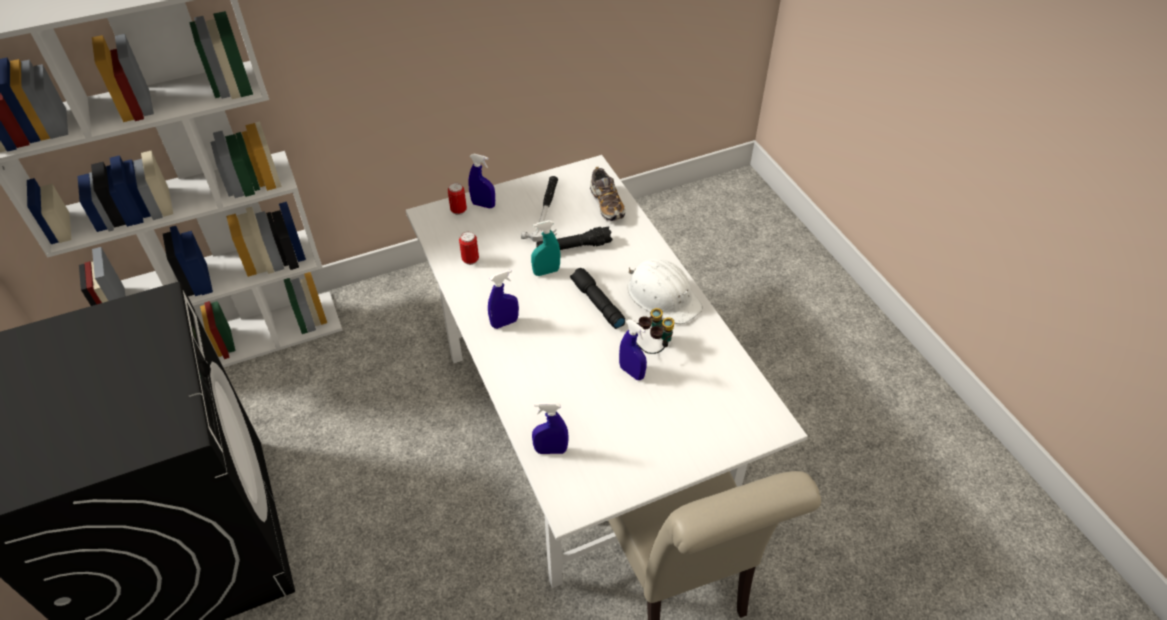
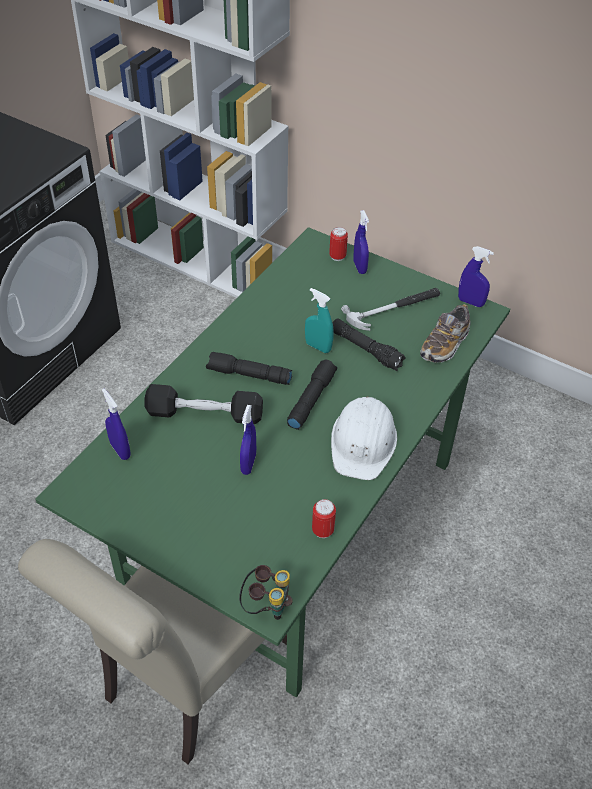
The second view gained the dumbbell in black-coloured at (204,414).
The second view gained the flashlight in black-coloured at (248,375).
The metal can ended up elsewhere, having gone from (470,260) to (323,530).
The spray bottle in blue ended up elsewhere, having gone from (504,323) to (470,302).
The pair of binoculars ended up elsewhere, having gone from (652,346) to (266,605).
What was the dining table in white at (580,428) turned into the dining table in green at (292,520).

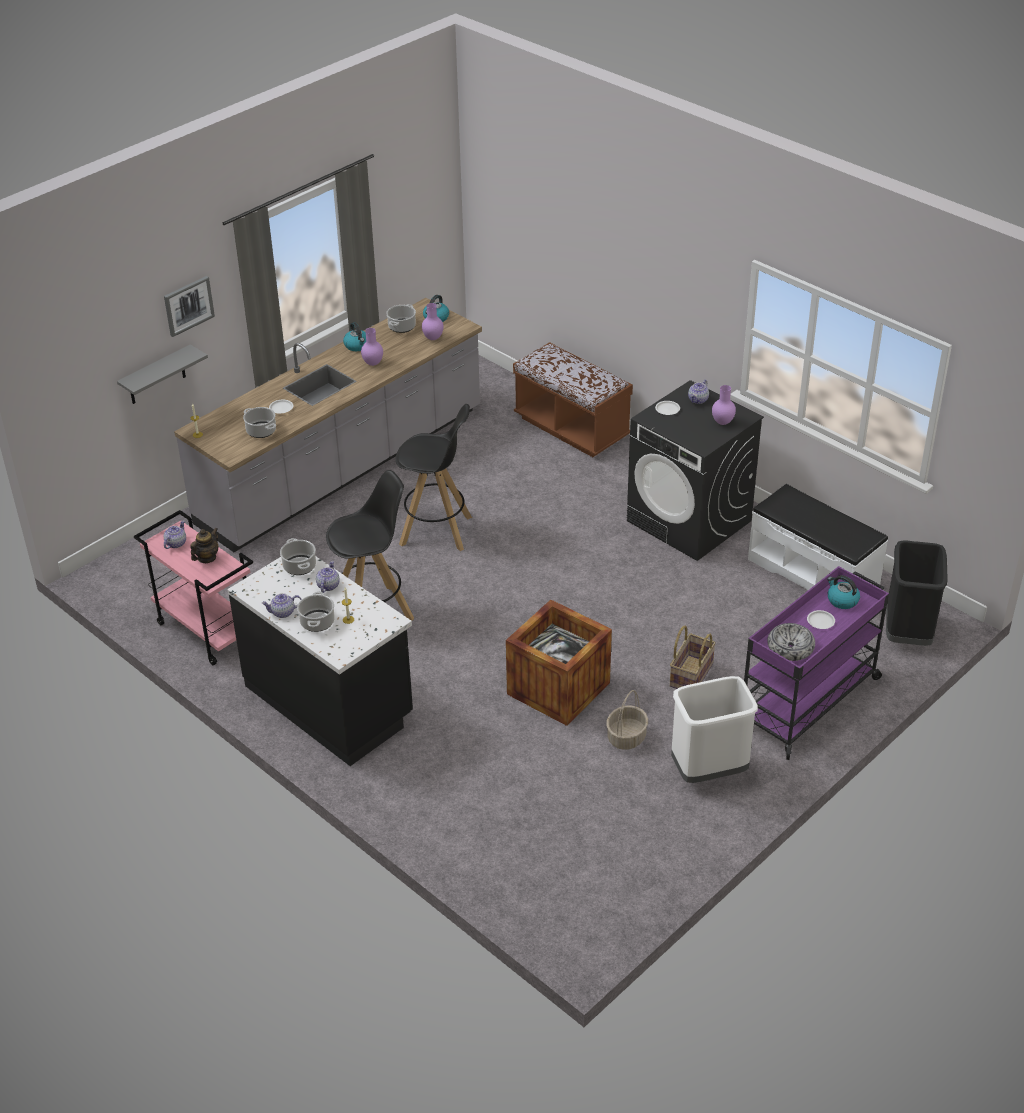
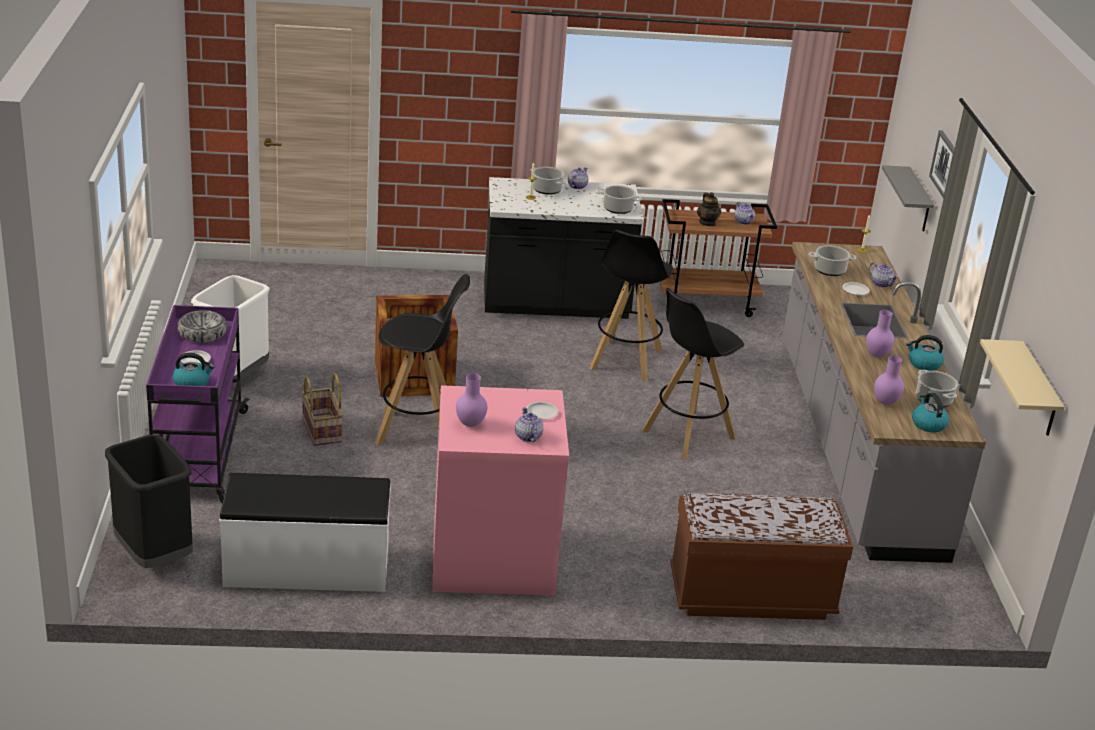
The second view lost the household basket at (626,738).
The second view gained the stool in black-coloured at (418,431).
The second view gained the shelf in beige at (1038,391).
The teapot ended up elsewhere, having gone from (328,585) to (881,284).
What was the trolley in pink at (206,630) turned into the trolley in brown at (707,302).
What was the washing machine in black-coloured at (689,521) turned into the washing machine in pink at (491,558).

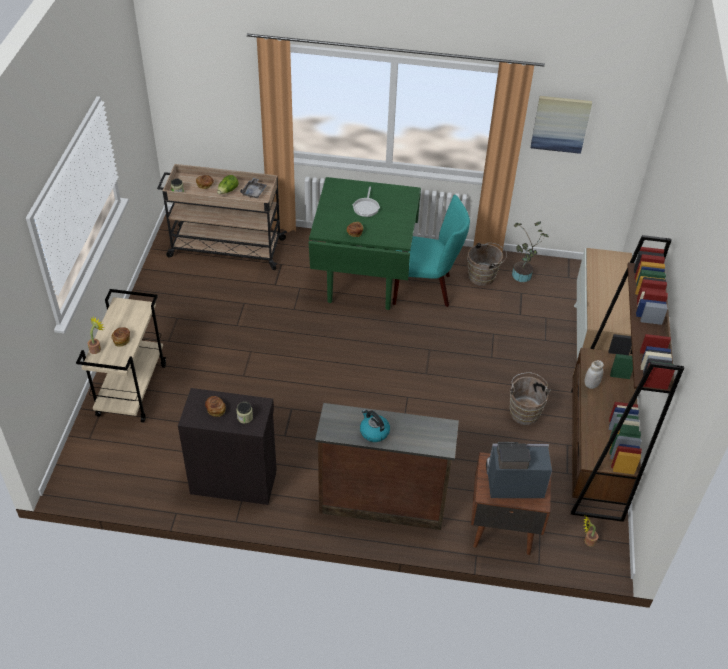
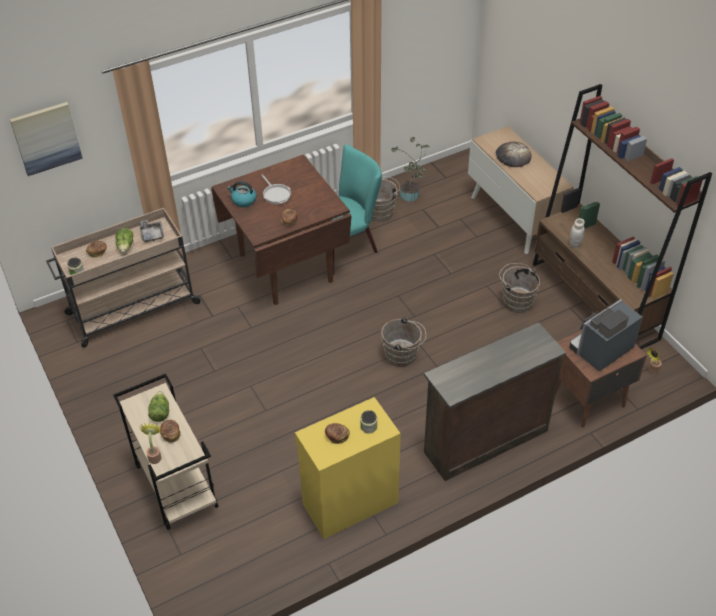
The second view gained the head of lettuce at (159,412).
The second view gained the bucket in brown at (403,356).
The second view gained the bakery bread at (513,156).
The water kettle ended up elsewhere, having gone from (374,432) to (243,200).
The picture ended up elsewhere, having gone from (560,124) to (46,138).
What was the storage cabinet in black-coloured at (233,480) turned into the storage cabinet in yellow-coloured at (349,502).
What was the dining table in green at (363,279) turned into the dining table in brown at (285,268).

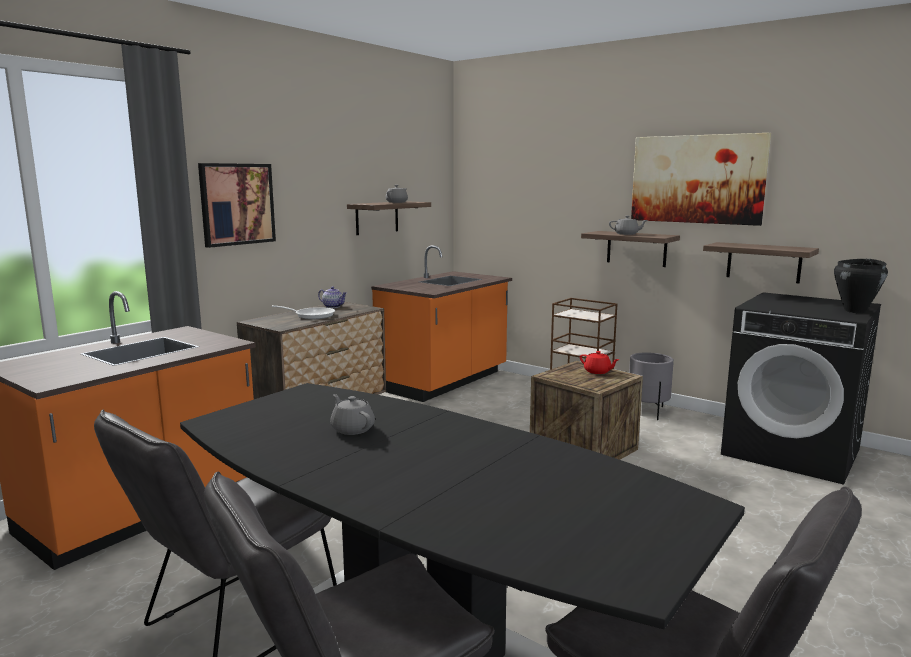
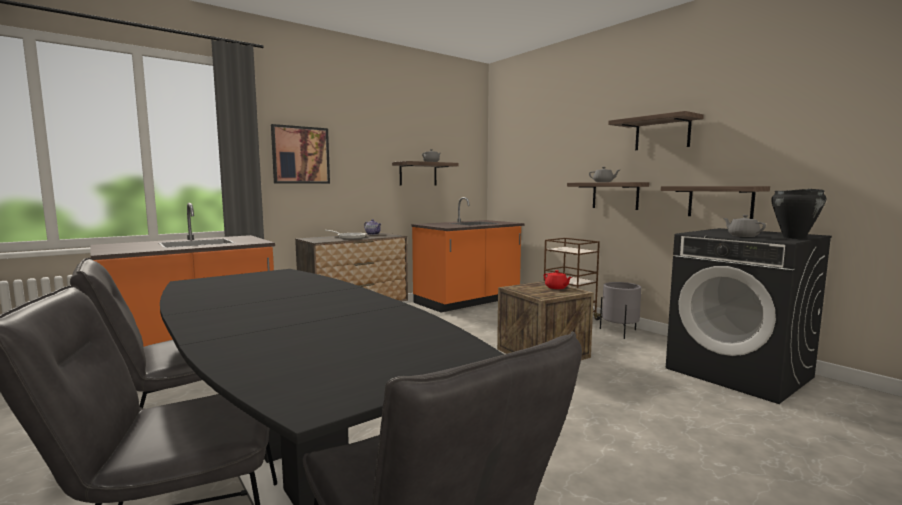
The teapot in gray ended up elsewhere, having gone from (352,429) to (742,236).
Where the picture hung at (697,179), the shelf came to hang at (662,133).

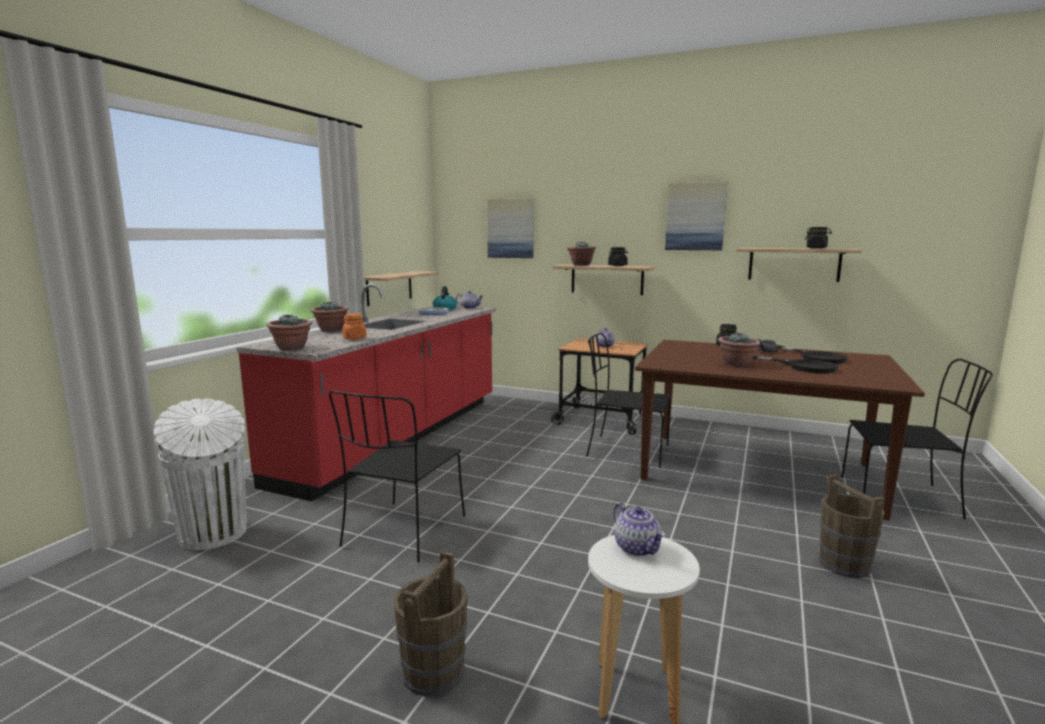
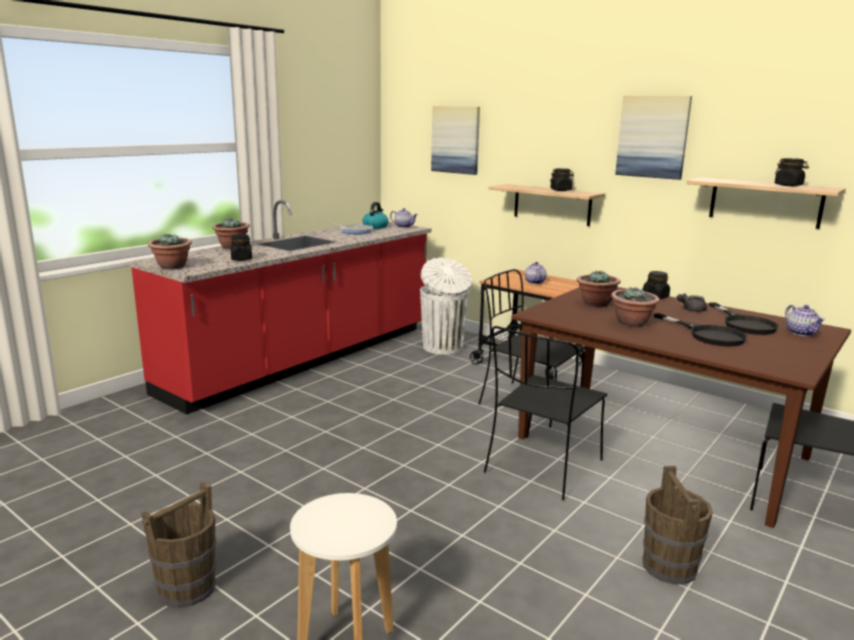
The second view lost the shelf at (389,288).
The rubbish bin in white ended up elsewhere, having gone from (213,535) to (443,348).
The upright chair in black-coloured ended up elsewhere, having gone from (403,532) to (542,468).
The houseplant ended up elsewhere, having gone from (581,265) to (595,304).
The teapot ended up elsewhere, having gone from (637,548) to (801,333).
What was the jar in orange-coloured at (354,338) turned into the jar in black-coloured at (241,259).

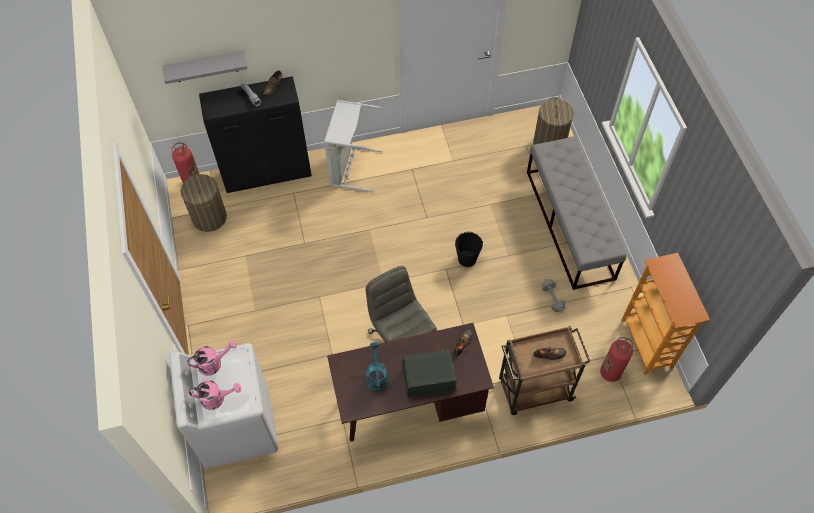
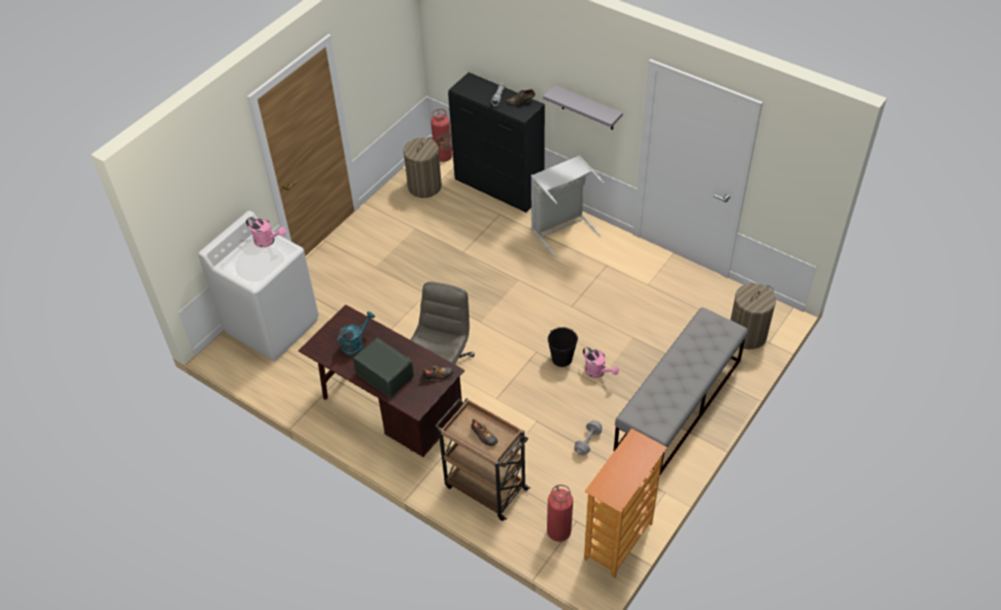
The shelf in gray ended up elsewhere, having gone from (205,67) to (587,108).
The watering can in pink ended up elsewhere, having gone from (217,399) to (598,372).

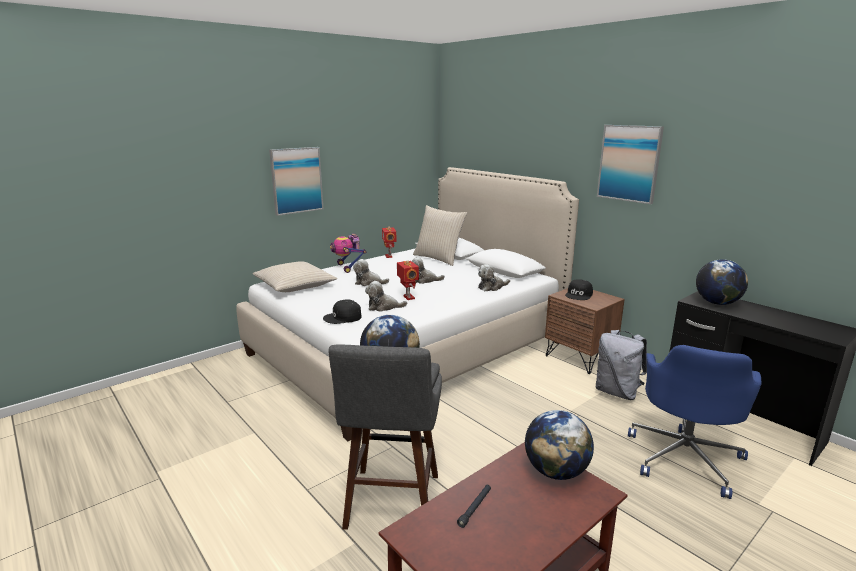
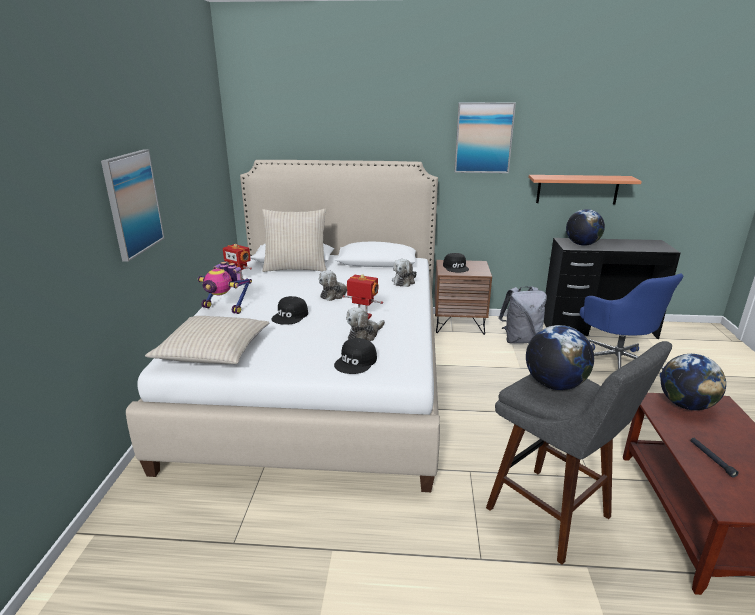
The second view gained the shelf at (577,189).
Where the cuddly toy stood at (369,283), the baseball cap in black-coloured came to stand at (290,316).

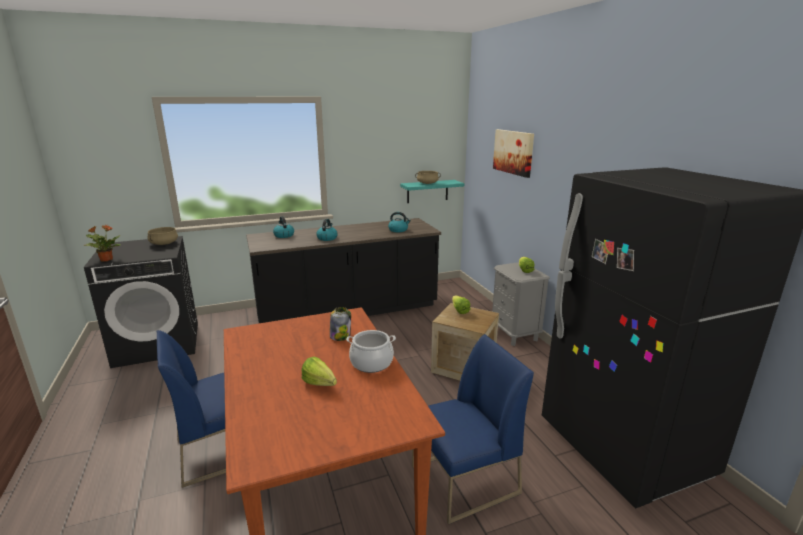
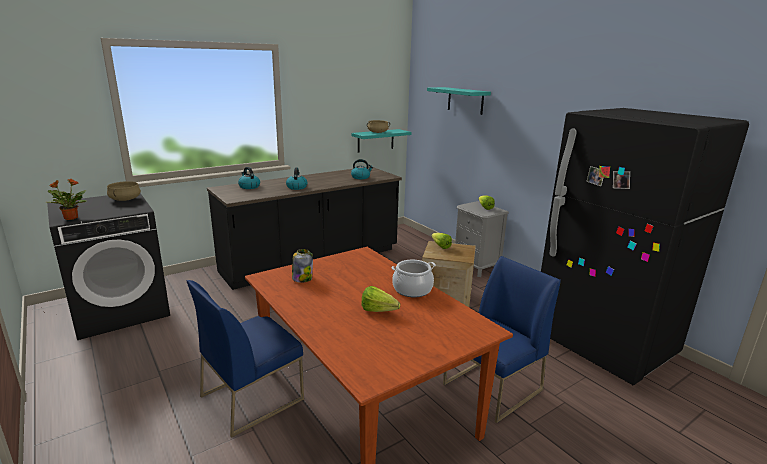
The jar ended up elsewhere, having gone from (340,336) to (302,278).
Where the picture hung at (513,152), the shelf in blue-green came to hang at (465,100).

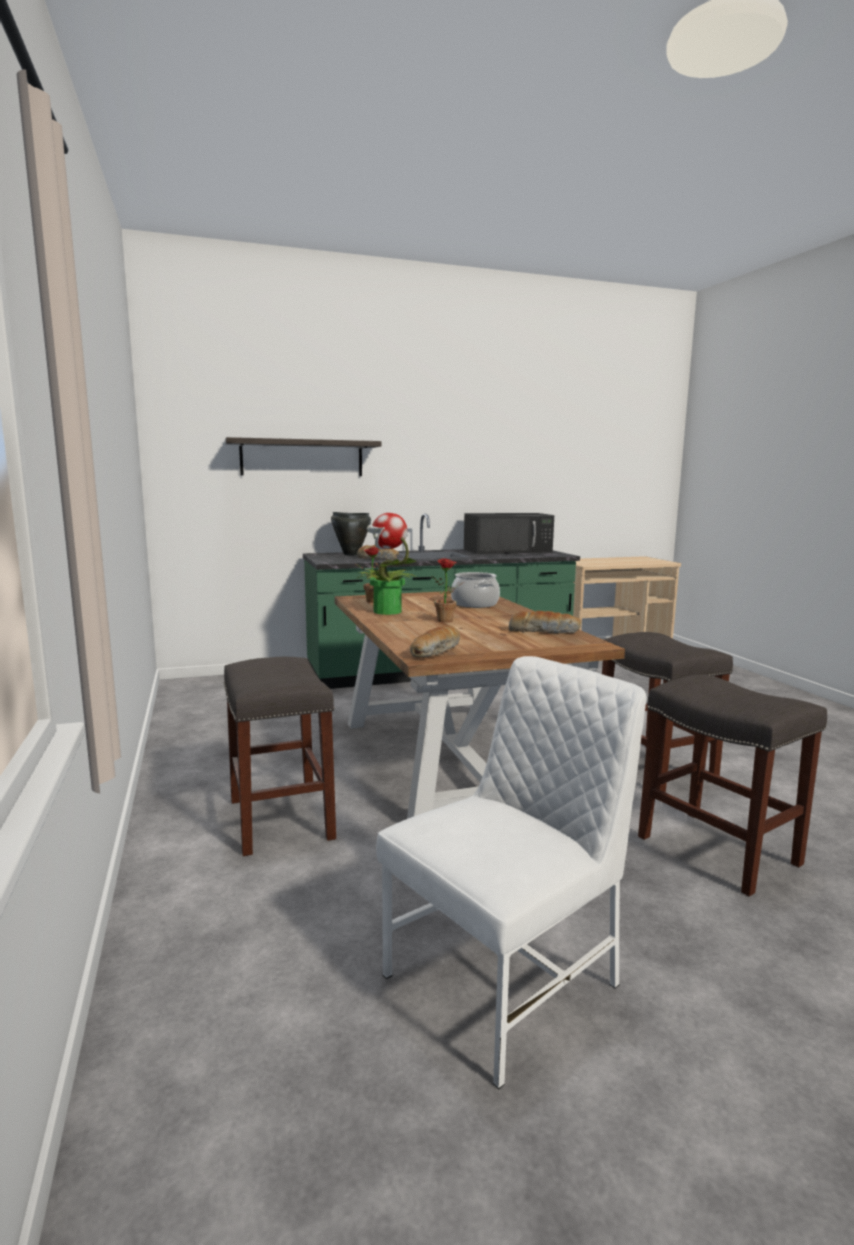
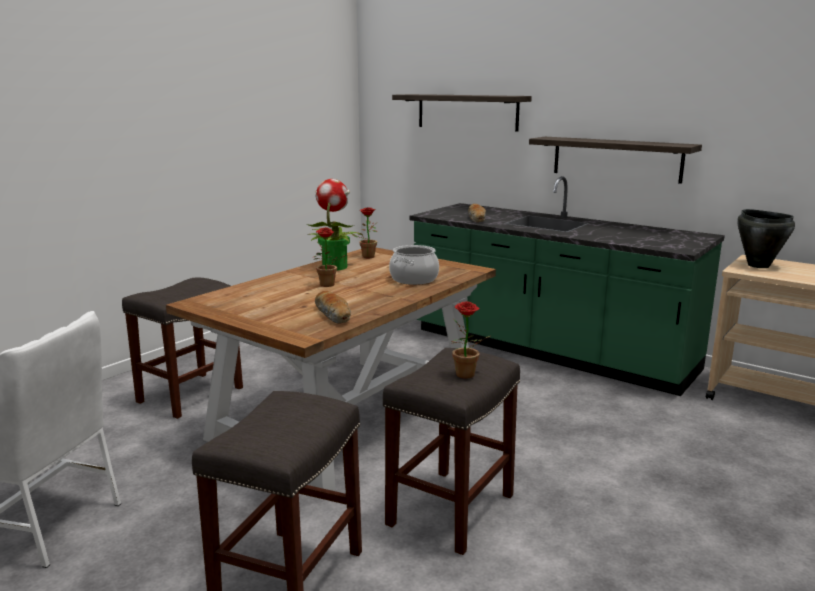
The second view lost the bakery bread at (436,651).
The second view lost the kitchen microwave in black-coloured at (508,550).
The second view gained the houseplant at (466,376).
The second view gained the shelf at (616,159).
The saucepot in black-coloured ended up elsewhere, having gone from (351,554) to (758,265).

